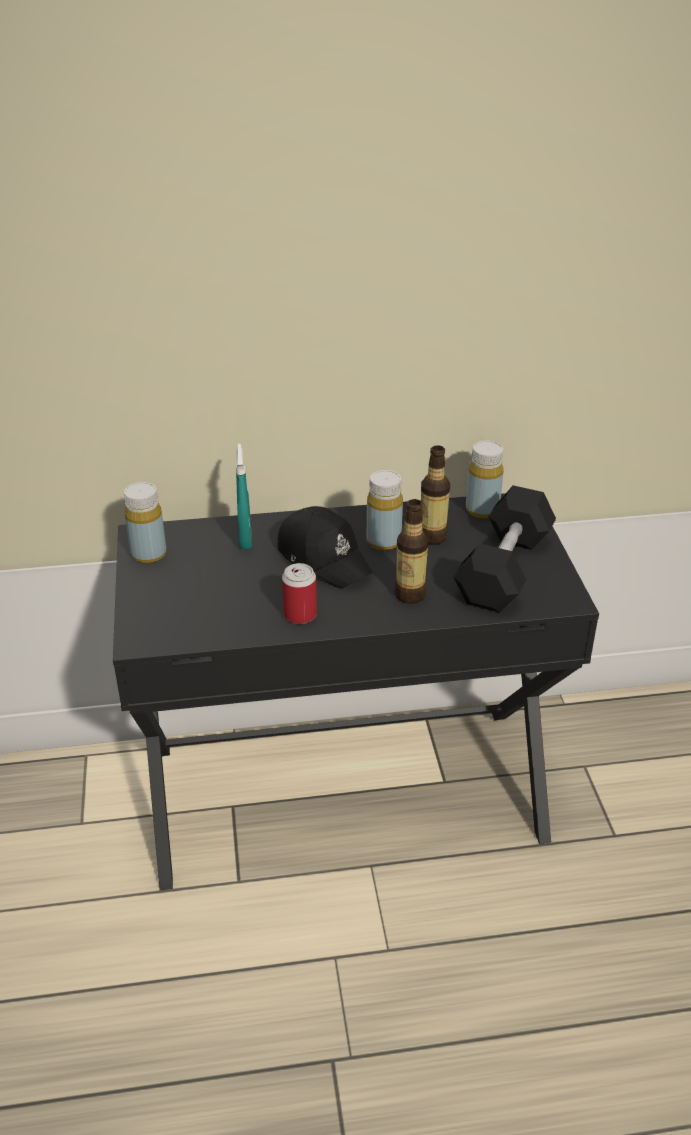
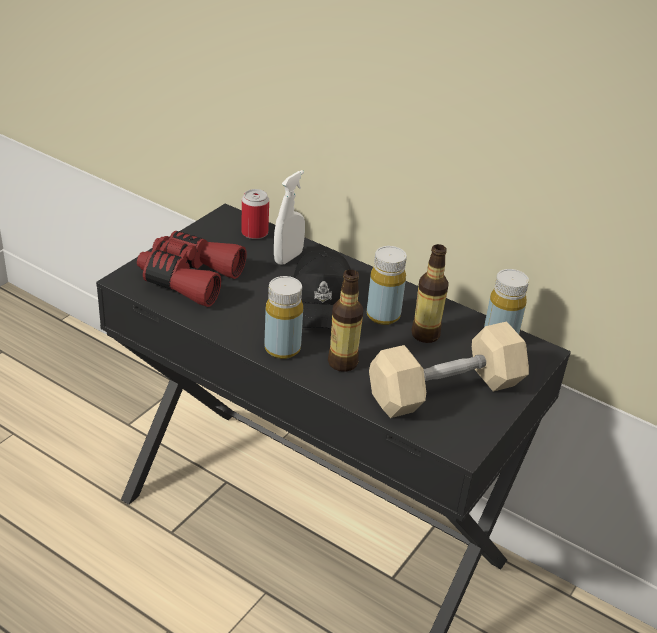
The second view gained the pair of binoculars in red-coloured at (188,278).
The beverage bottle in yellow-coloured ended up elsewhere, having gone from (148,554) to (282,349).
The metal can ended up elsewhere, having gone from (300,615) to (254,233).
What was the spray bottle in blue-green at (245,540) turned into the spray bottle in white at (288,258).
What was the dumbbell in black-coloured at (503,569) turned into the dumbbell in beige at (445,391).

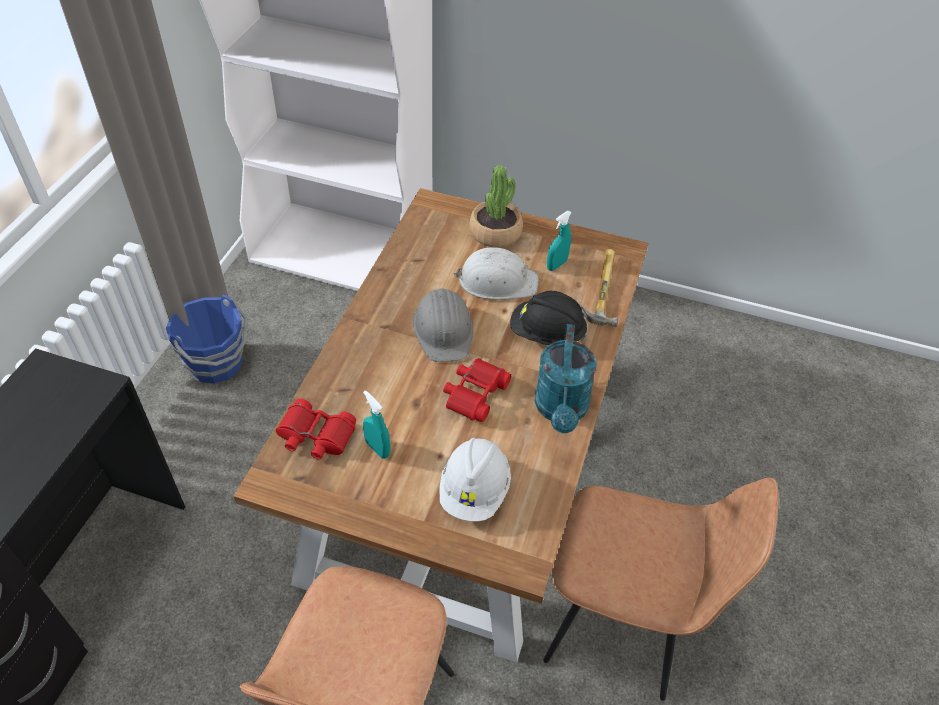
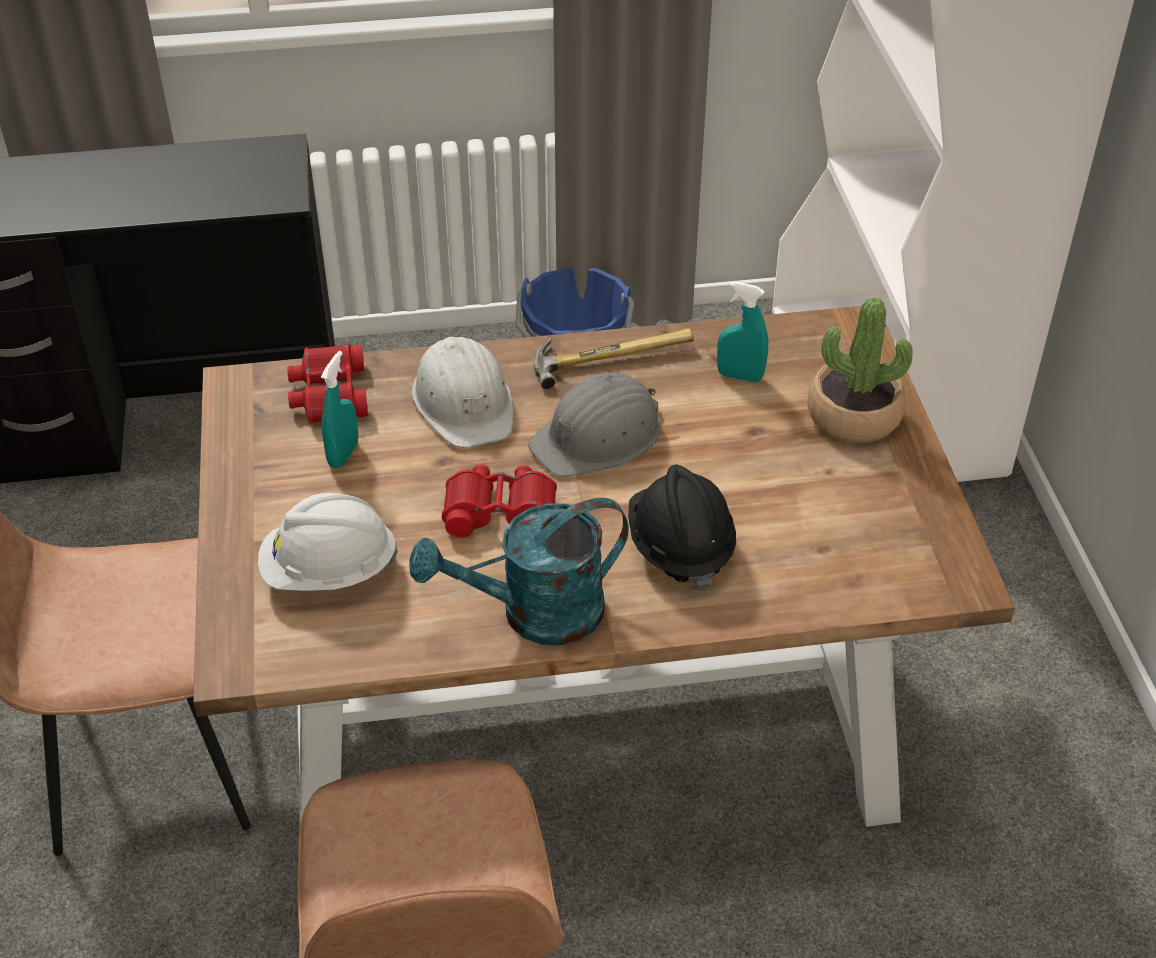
The work helmet in white ended up elsewhere, having gone from (497,281) to (464,402).
The spray bottle in blue-green ended up elsewhere, having gone from (556,265) to (739,376).
The hand hammer ended up elsewhere, having gone from (598,290) to (609,355).

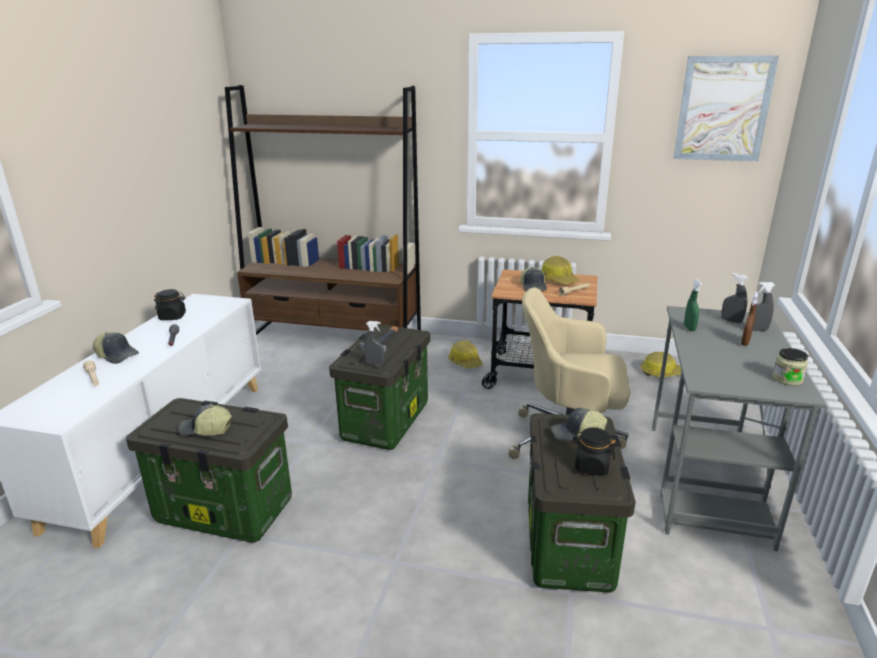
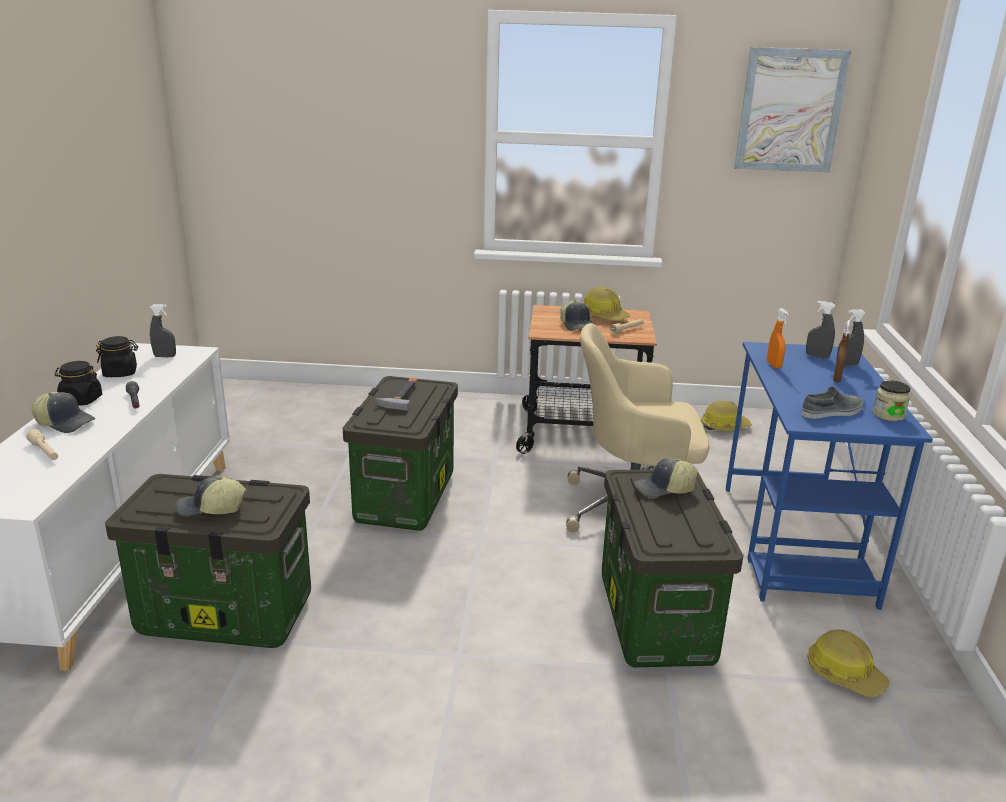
The second view lost the shelving unit in brown at (335,337).
The second view gained the shoe in gray at (832,412).
The spray bottle in gray ended up elsewhere, having gone from (375,364) to (165,356).
The work helmet ended up elsewhere, having gone from (465,362) to (844,674).
The jar in black-coloured ended up elsewhere, having gone from (591,466) to (81,400).
What was the desk table in gray at (706,482) turned into the desk table in blue at (795,543).
What was the spray bottle in green at (689,328) turned into the spray bottle in orange-coloured at (773,365).

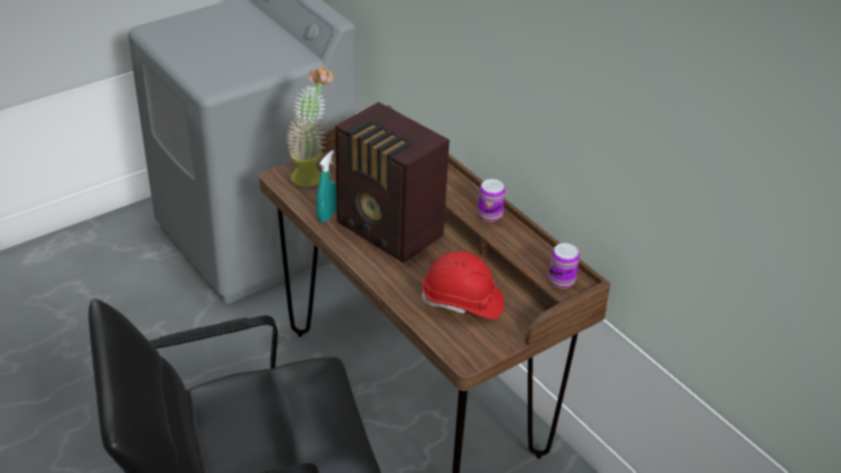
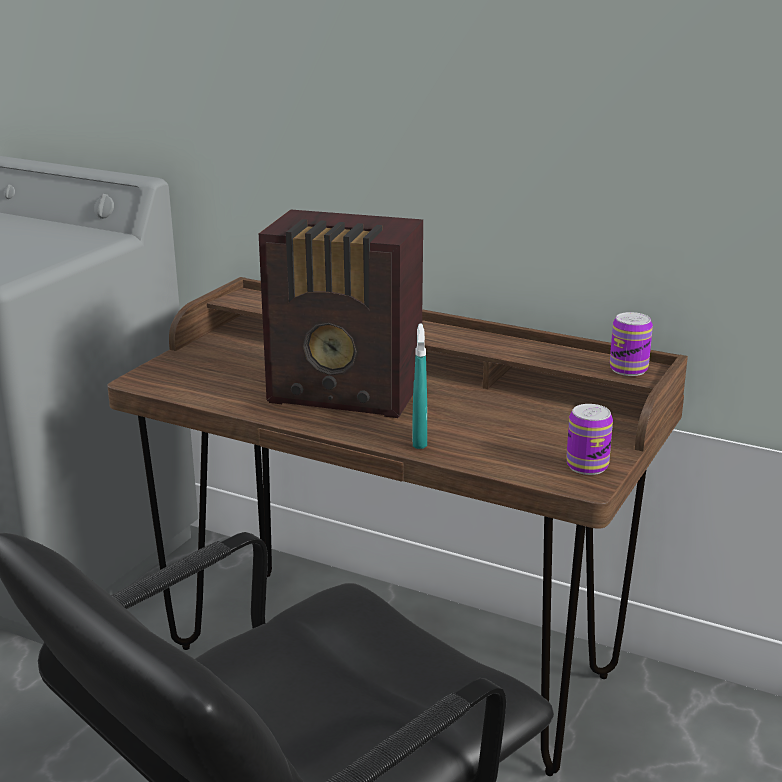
The second view lost the houseplant at (311,173).
The second view lost the work helmet in red-coloured at (462,302).
The spray bottle in blue-green ended up elsewhere, having gone from (327,215) to (419,440).
The metal can ended up elsewhere, having gone from (489,215) to (587,466).

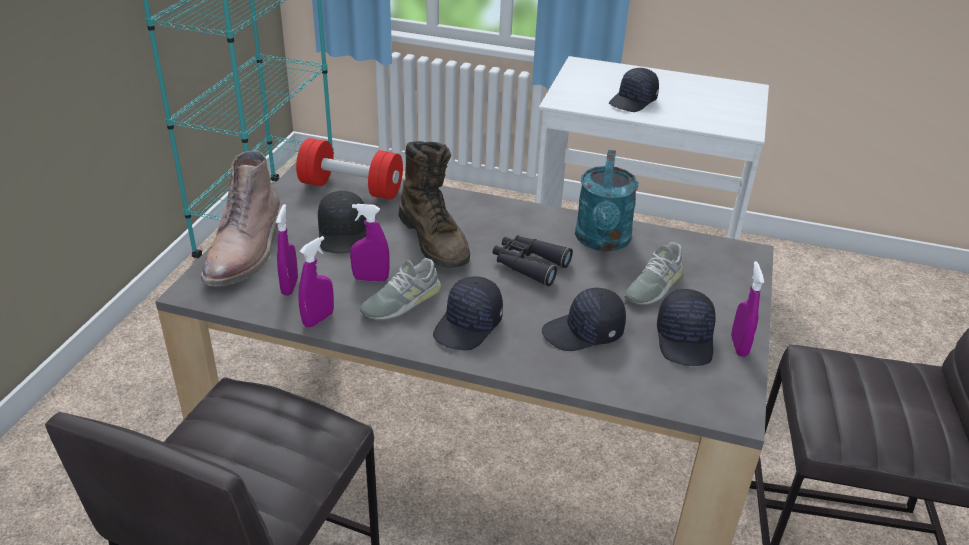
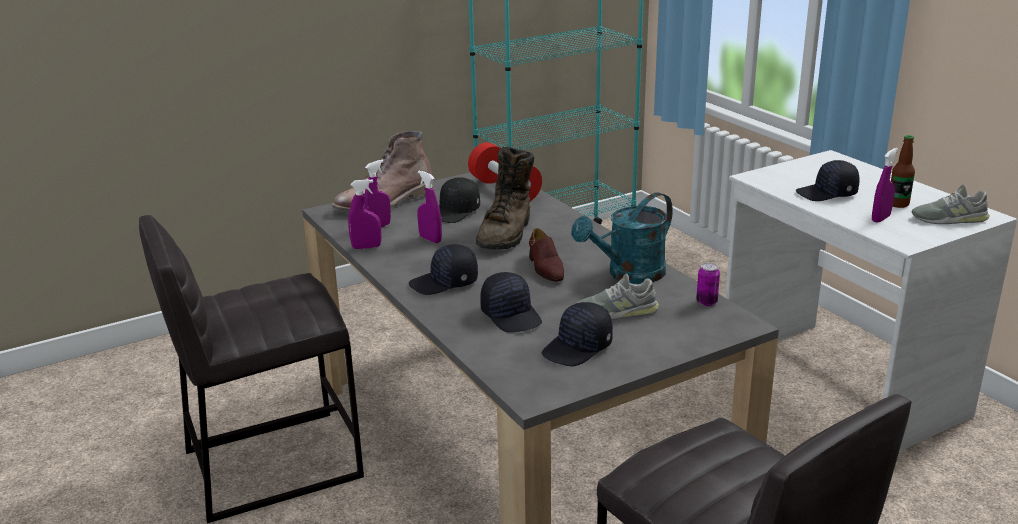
The second view gained the metal can at (706,302).
The second view gained the beverage bottle at (898,204).
The shoe in gray ended up elsewhere, having gone from (401,301) to (949,219).
The spray bottle in purple-coloured ended up elsewhere, having gone from (739,346) to (880,218).
Where the pair of binoculars in black-coloured stood at (528,265), the shoe in brown came to stand at (545,268).
The baseball cap in black-coloured at (584,333) ended up facing another way, 150 degrees counterclockwise from before.

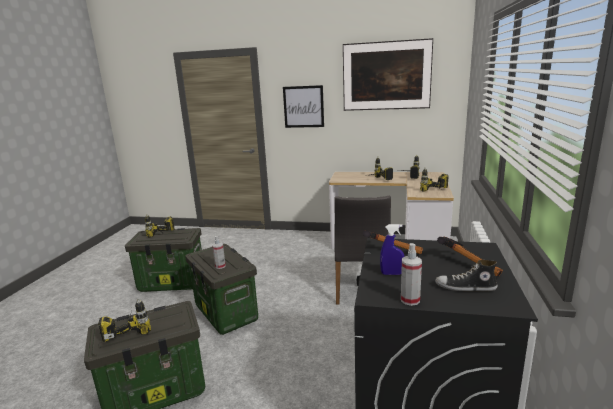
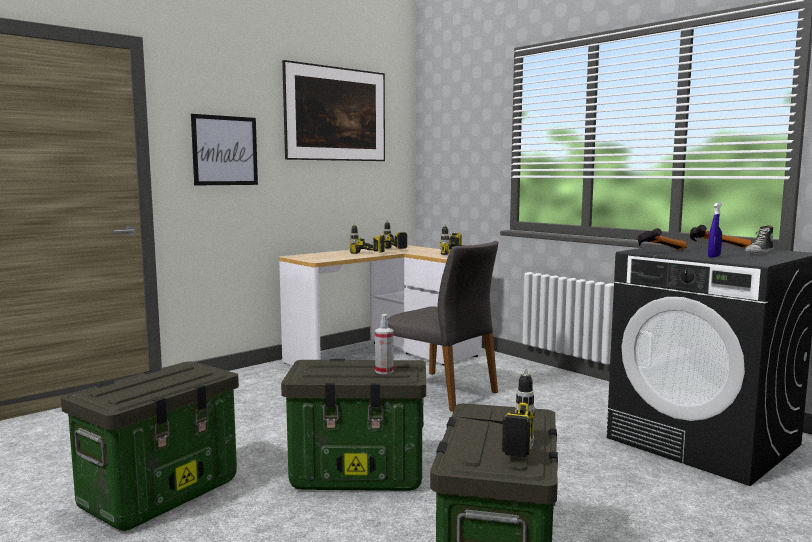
The second view lost the power drill at (163,237).
The second view lost the spray bottle at (410,300).

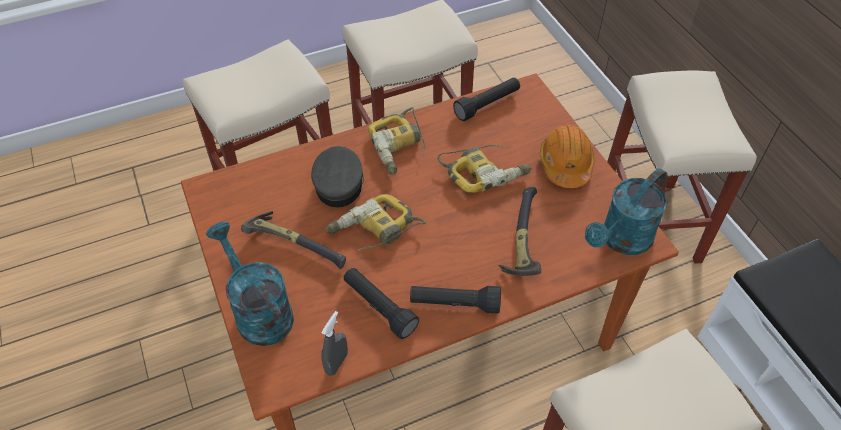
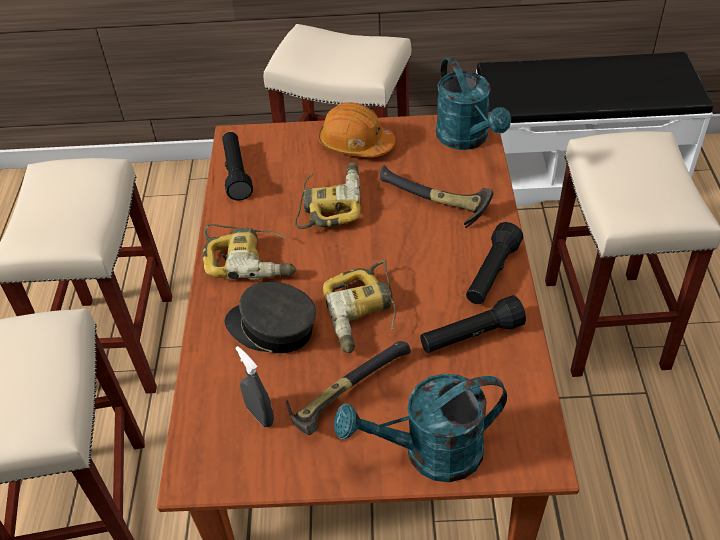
The spray bottle in gray ended up elsewhere, having gone from (336,363) to (260,415).

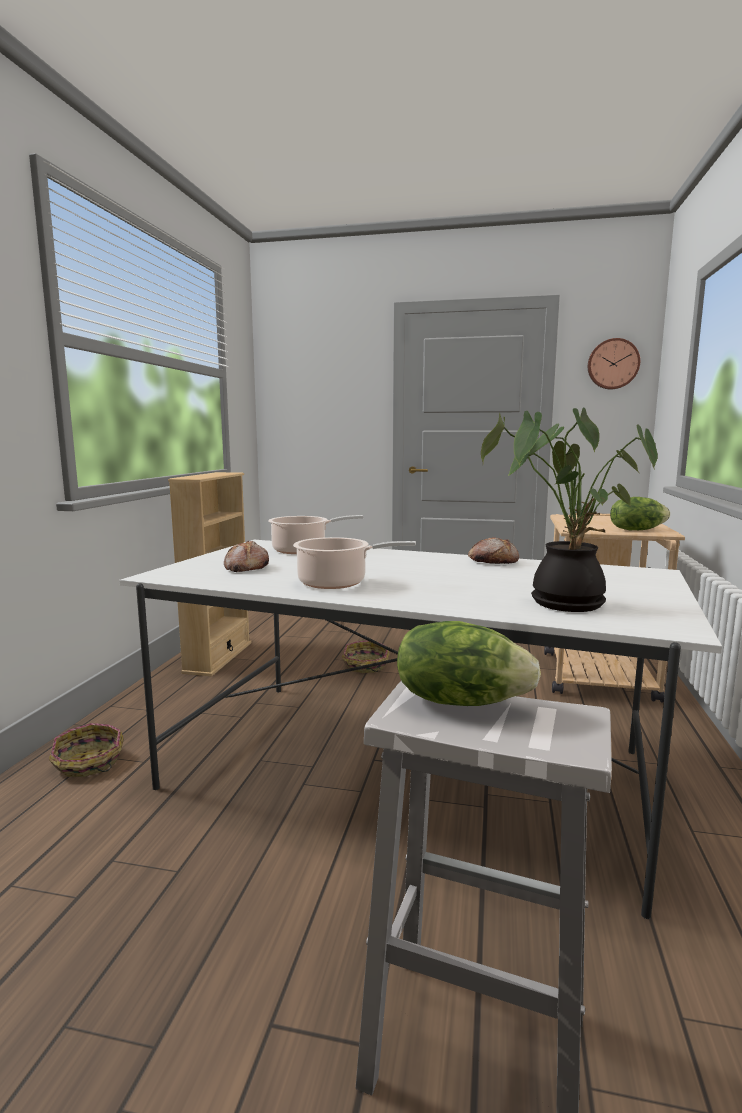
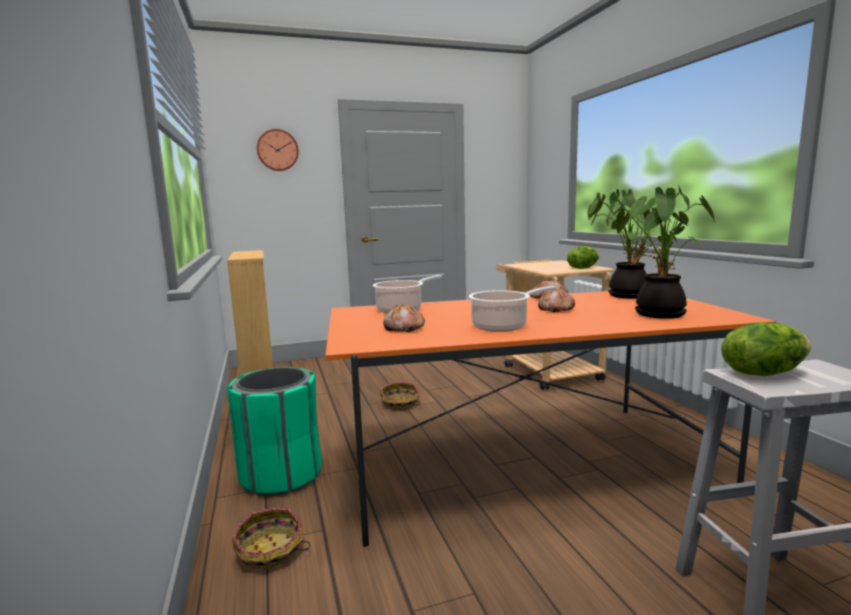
The second view gained the rubbish bin in green at (281,475).
The second view gained the bakery bread at (555,309).
The second view gained the houseplant at (628,295).
The clock on the wall ended up elsewhere, having gone from (613,364) to (277,150).
What was the dining table in white at (406,769) turned into the dining table in orange-coloured at (525,463).

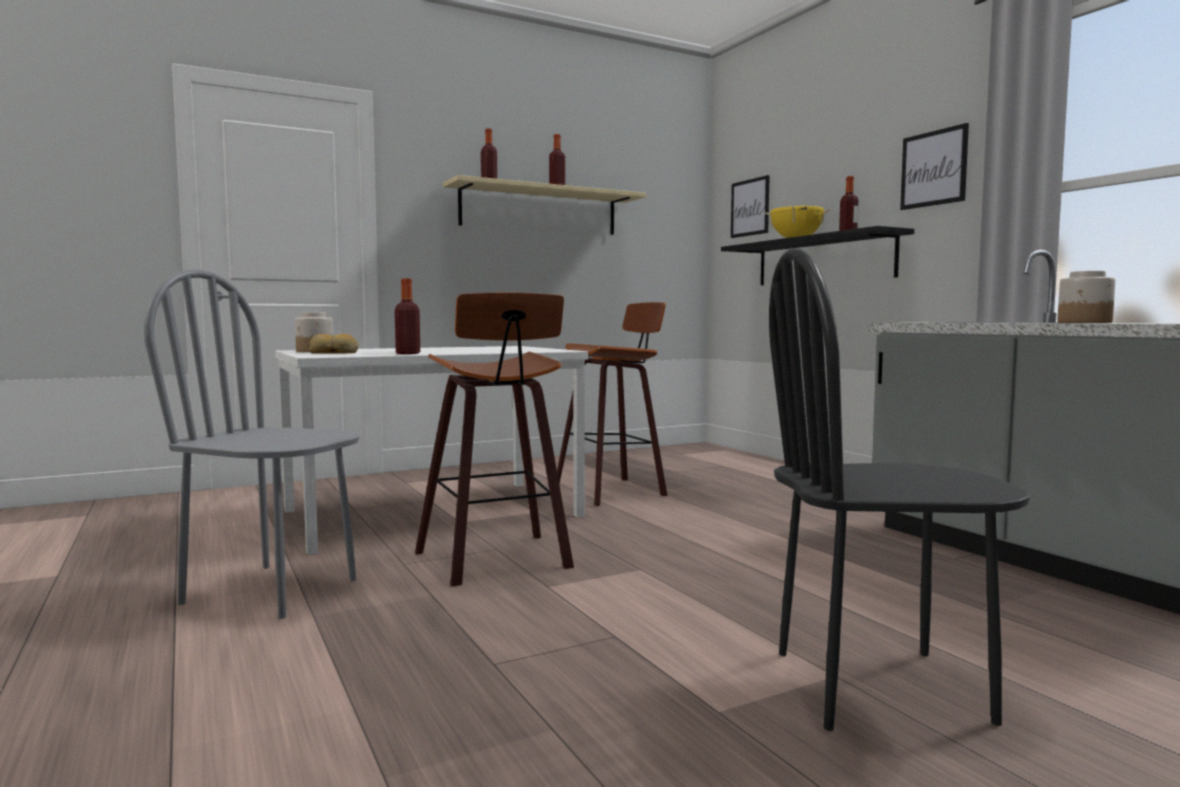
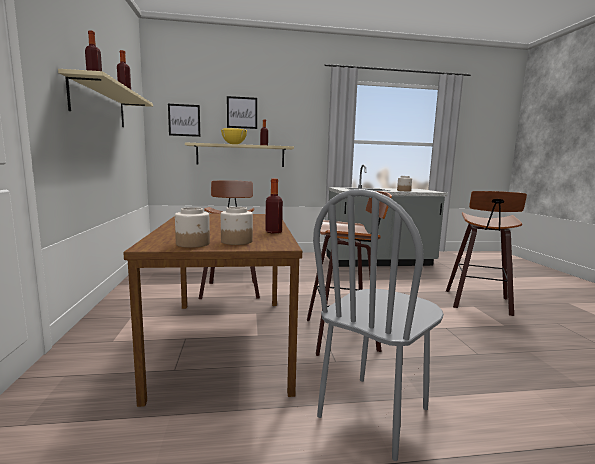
The picture ended up elsewhere, having gone from (933,168) to (242,112).
Where the bakery bread stood at (334,353), the jar came to stand at (236,241).
Where the upright chair in black-coloured stood at (880,686), the stool came to stand at (479,303).
What was the dining table in white at (433,512) turned into the dining table in brown at (224,340).
What was the shelf in black-coloured at (823,260) turned into the shelf in beige at (240,155).

